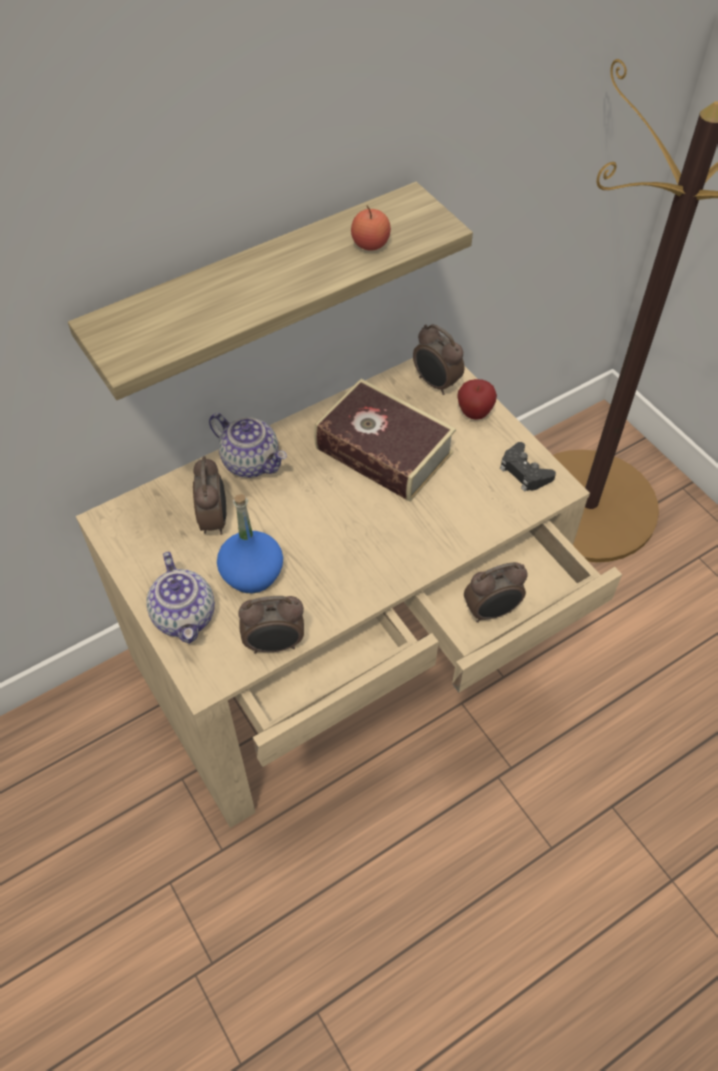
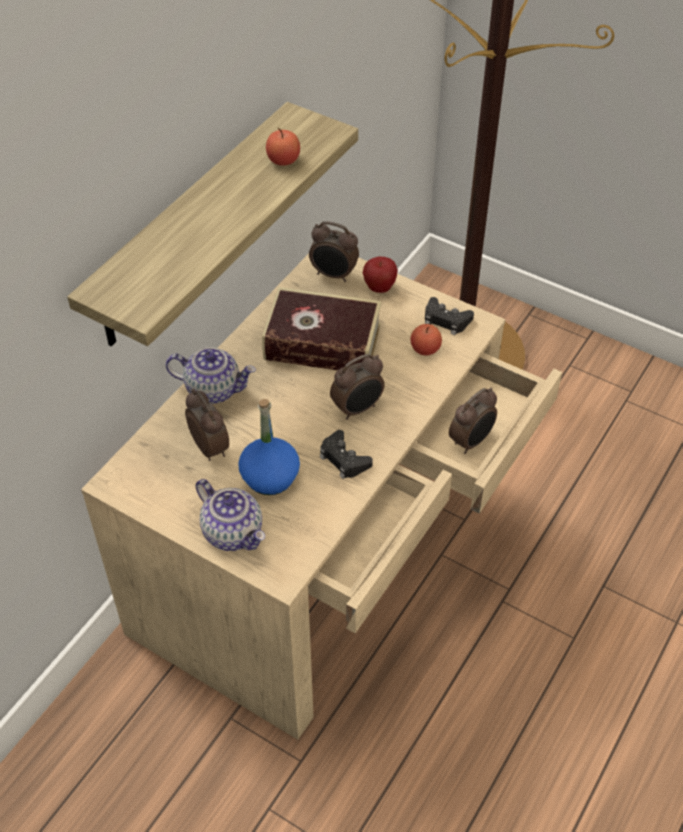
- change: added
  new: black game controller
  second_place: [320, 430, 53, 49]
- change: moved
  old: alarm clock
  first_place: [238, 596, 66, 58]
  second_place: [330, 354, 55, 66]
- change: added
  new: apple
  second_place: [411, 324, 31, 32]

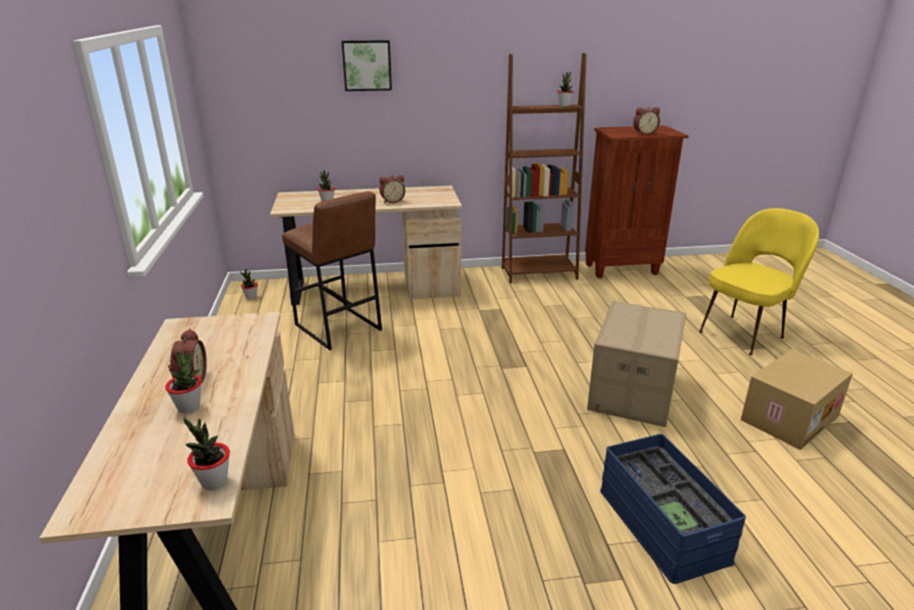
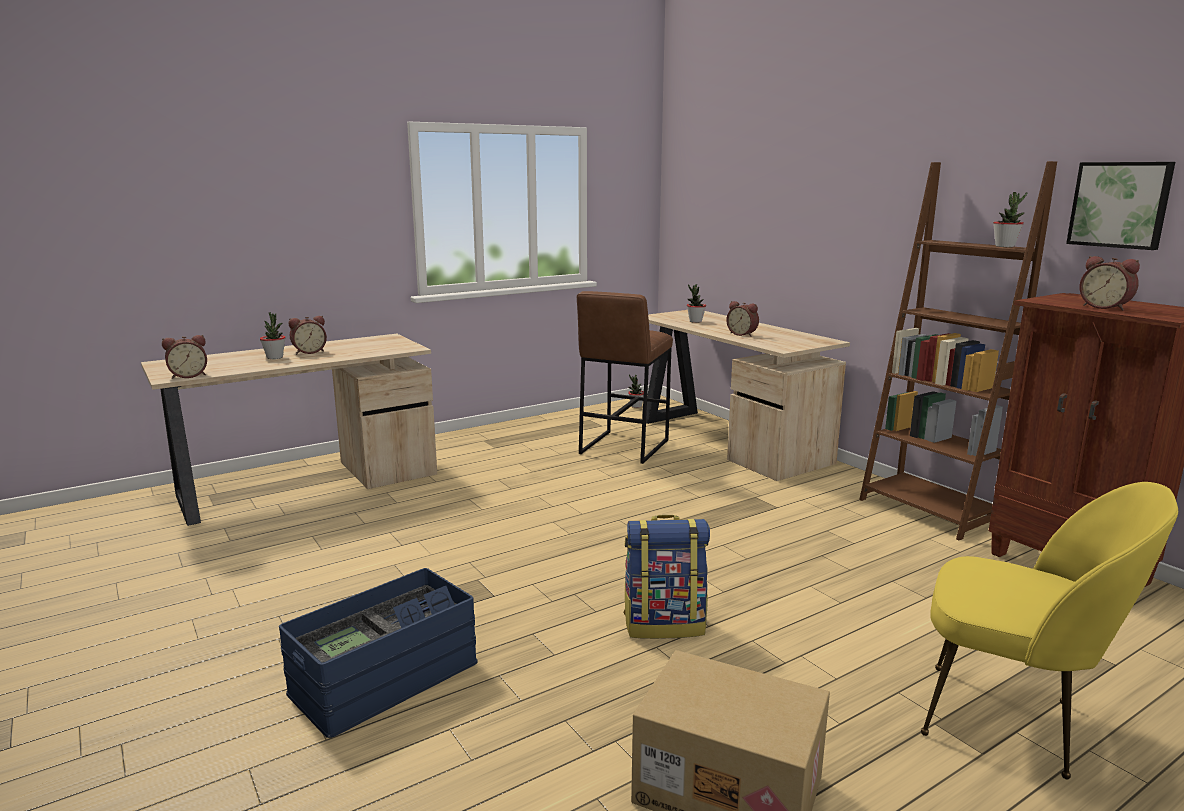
- change: replaced
  old: potted plant
  new: alarm clock
  first_place: [184, 418, 46, 72]
  second_place: [162, 335, 45, 44]
- change: replaced
  old: cardboard box
  new: backpack
  first_place: [587, 301, 99, 126]
  second_place: [624, 515, 86, 124]
- change: moved
  old: picture
  first_place: [342, 40, 50, 51]
  second_place: [1066, 162, 109, 88]

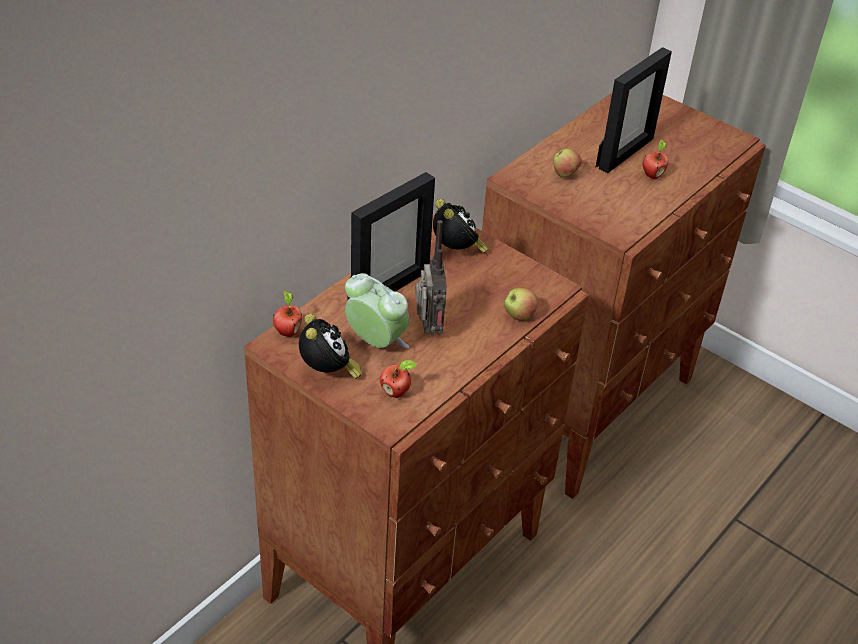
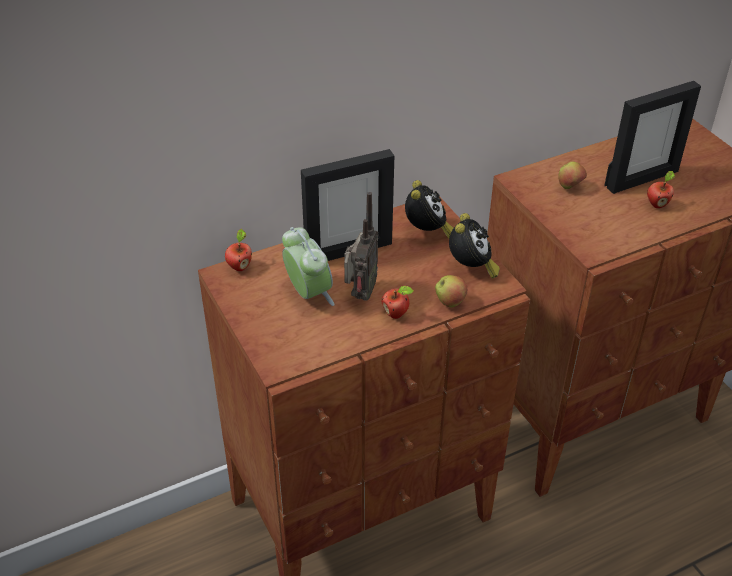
- change: moved
  old: apple
  first_place: [380, 360, 37, 38]
  second_place: [381, 286, 33, 33]
- change: moved
  old: alarm clock
  first_place: [299, 314, 63, 65]
  second_place: [449, 213, 51, 66]

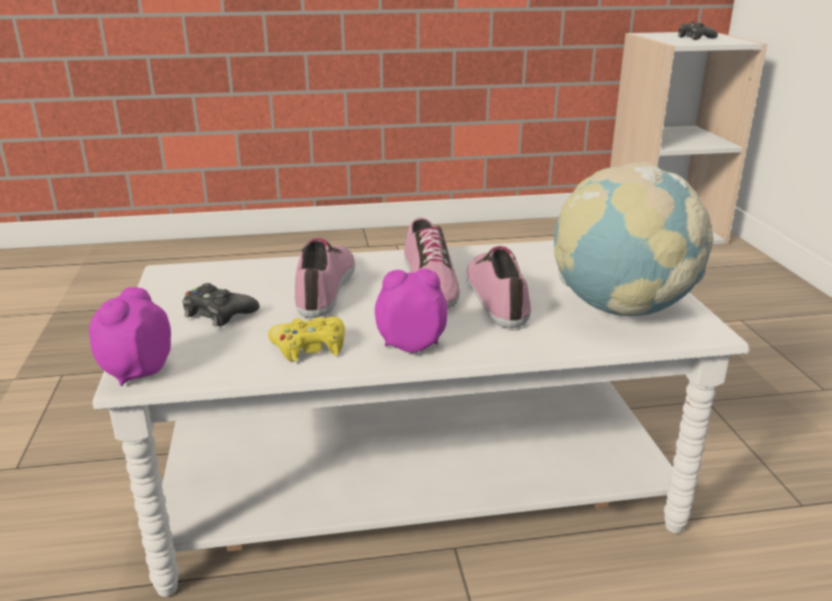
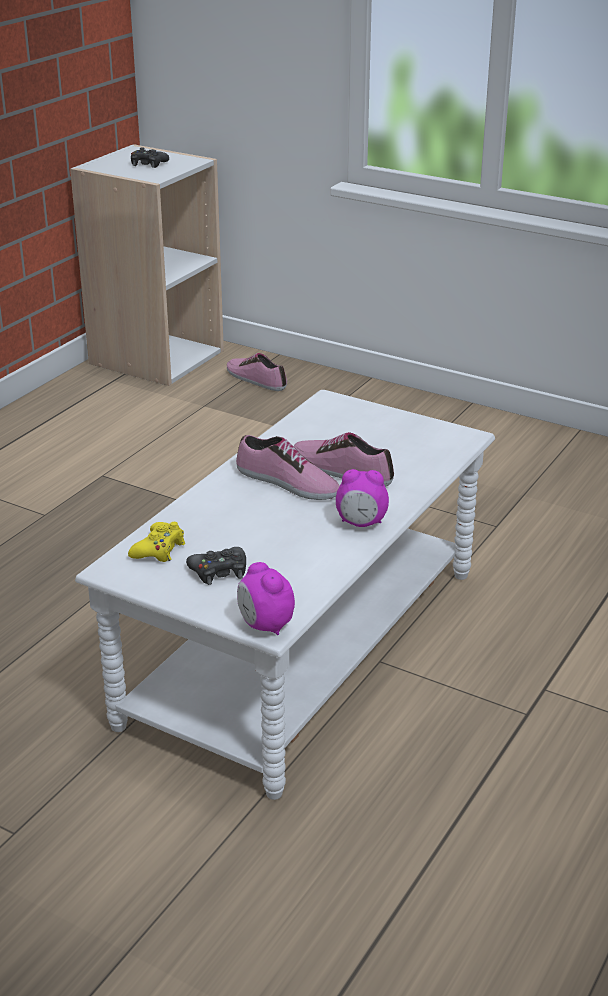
- change: moved
  old: yellow game controller
  first_place: [268, 317, 77, 45]
  second_place: [128, 522, 57, 40]
- change: moved
  old: shoe
  first_place: [295, 238, 60, 80]
  second_place: [227, 353, 60, 38]
- change: turned
  old: alarm clock
  first_place: [375, 269, 73, 83]
  second_place: [336, 469, 53, 58]
  degrees: -120
- change: removed
  old: globe
  first_place: [554, 162, 160, 154]

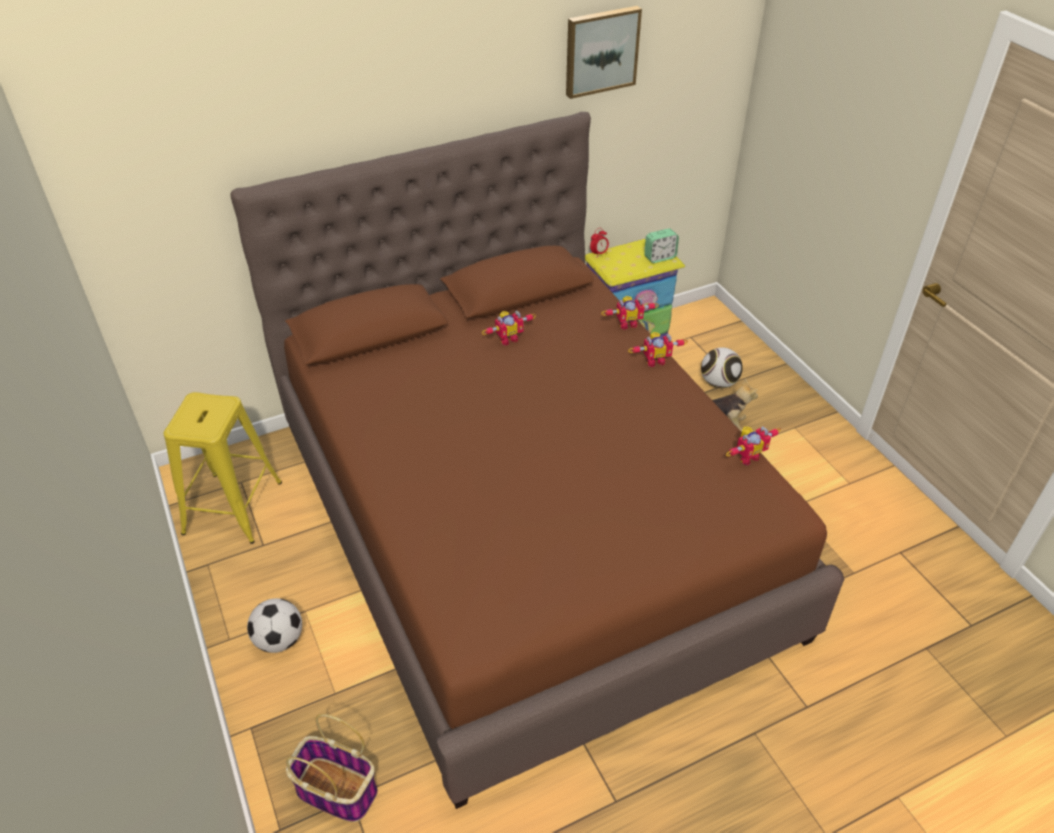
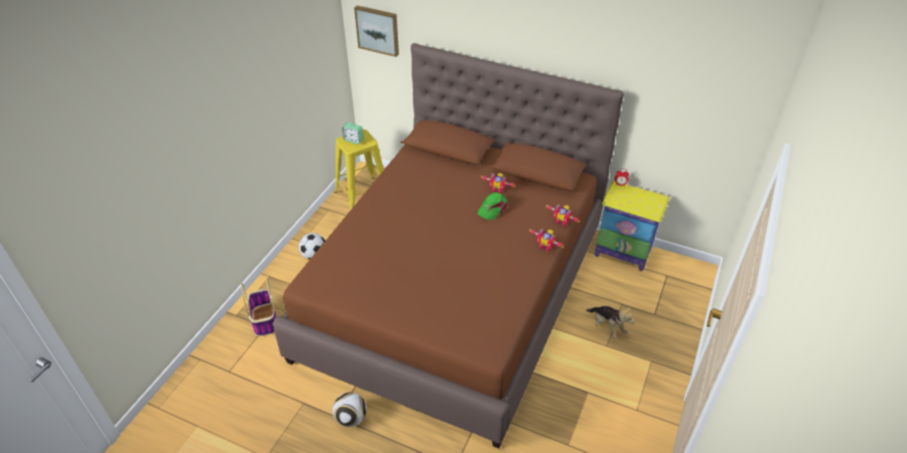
- change: moved
  old: football
  first_place: [701, 347, 42, 41]
  second_place: [333, 392, 34, 35]
- change: moved
  old: alarm clock
  first_place: [644, 228, 35, 35]
  second_place: [342, 122, 22, 23]
- change: moved
  old: picture
  first_place: [566, 6, 76, 93]
  second_place: [354, 6, 45, 51]
- change: added
  new: green cap
  second_place: [478, 192, 29, 28]
- change: removed
  old: toy robot
  first_place: [726, 427, 55, 38]

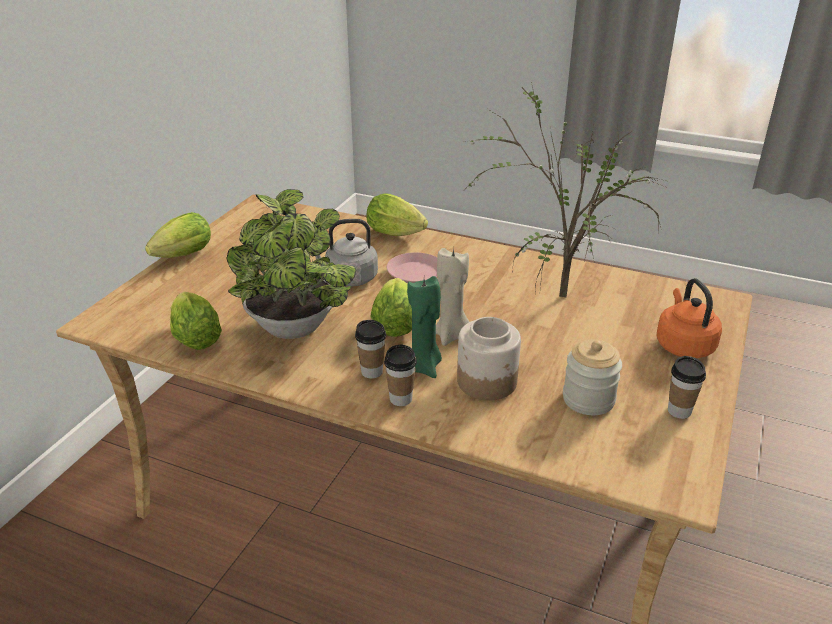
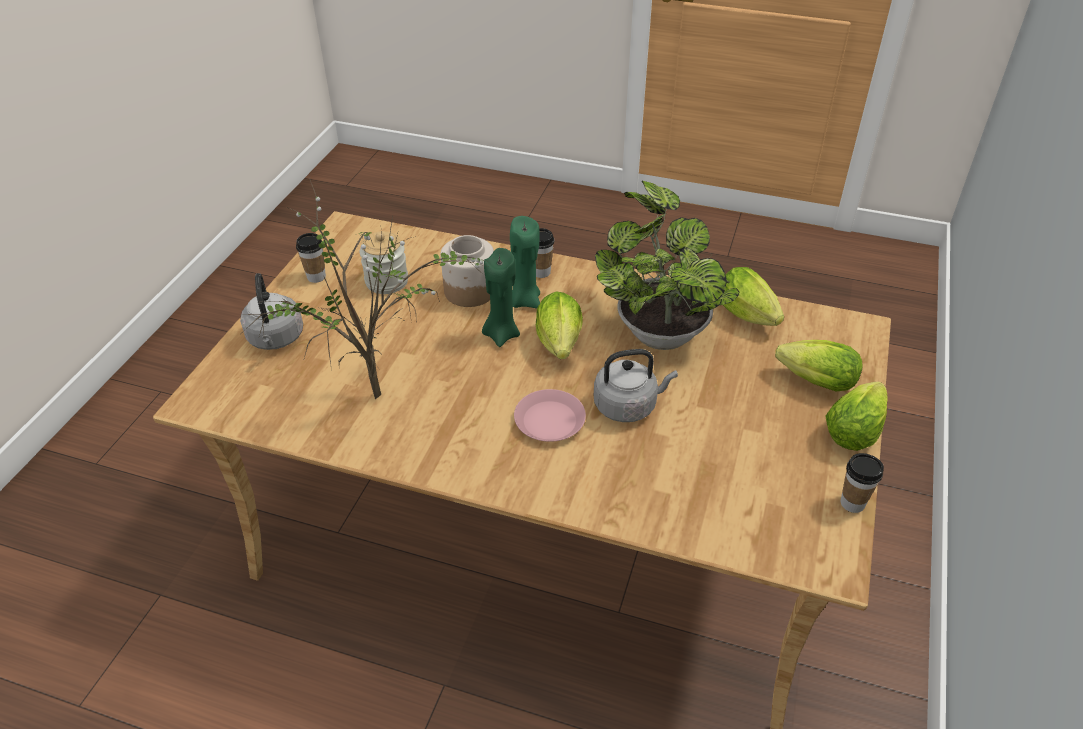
- change: recoloured
  old: orange kettle
  new: grey kettle
  first_place: [656, 278, 66, 80]
  second_place: [240, 273, 63, 77]
- change: recoloured
  old: beige candle
  new: green candle
  first_place: [436, 247, 33, 99]
  second_place: [482, 248, 38, 99]
- change: moved
  old: lettuce
  first_place: [367, 193, 61, 43]
  second_place: [775, 340, 88, 51]
- change: moved
  old: cup
  first_place: [355, 320, 31, 59]
  second_place: [841, 453, 43, 60]

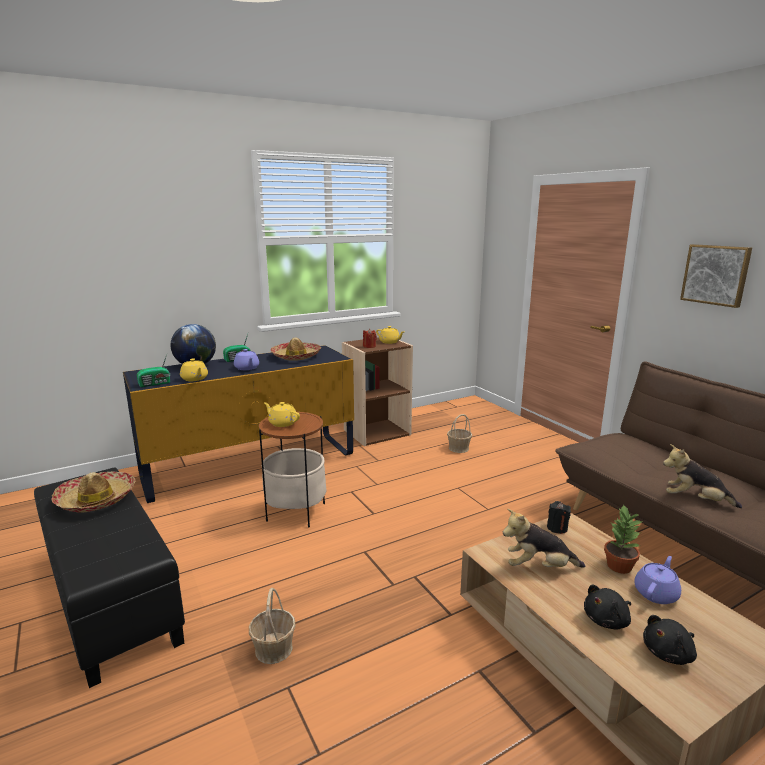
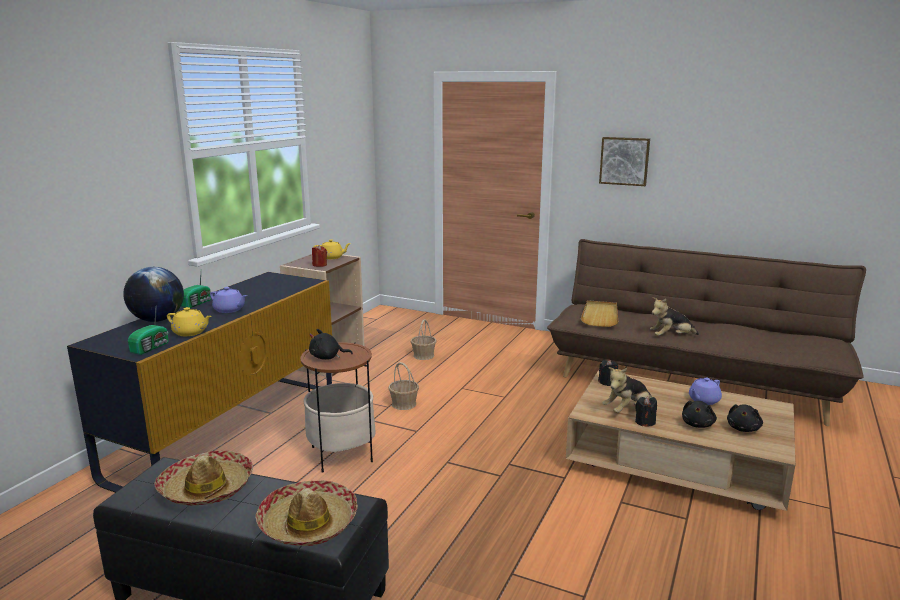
- change: moved
  old: hat
  first_place: [271, 337, 50, 24]
  second_place: [255, 480, 103, 66]
- change: replaced
  old: yellow teapot
  new: black plush toy
  first_place: [264, 402, 36, 25]
  second_place: [309, 329, 44, 31]
- change: moved
  old: basket
  first_place: [249, 588, 47, 76]
  second_place: [389, 362, 30, 48]
- change: added
  new: beige tray
  second_place: [581, 300, 37, 27]
- change: added
  new: black candle
  second_place: [635, 396, 22, 30]
- change: turned
  old: purple teapot
  first_place: [634, 556, 47, 48]
  second_place: [689, 378, 33, 27]
  degrees: -135
- change: removed
  old: potted plant
  first_place: [604, 504, 39, 70]

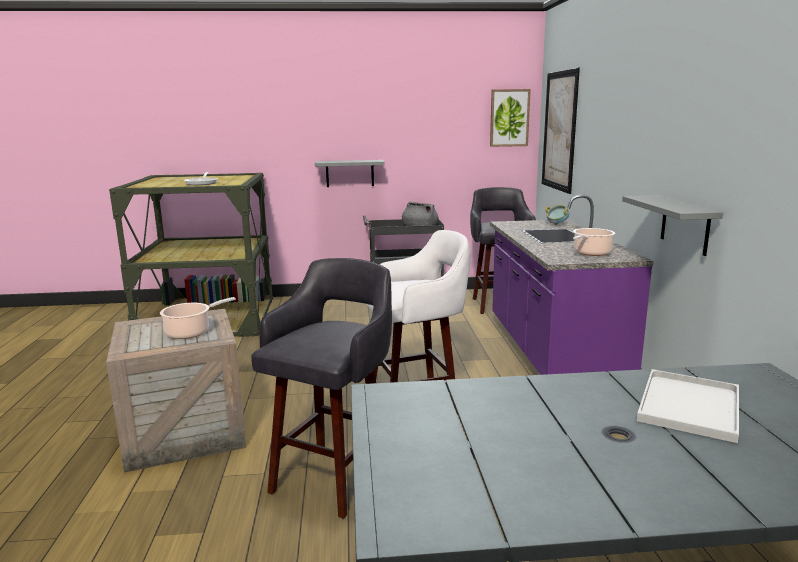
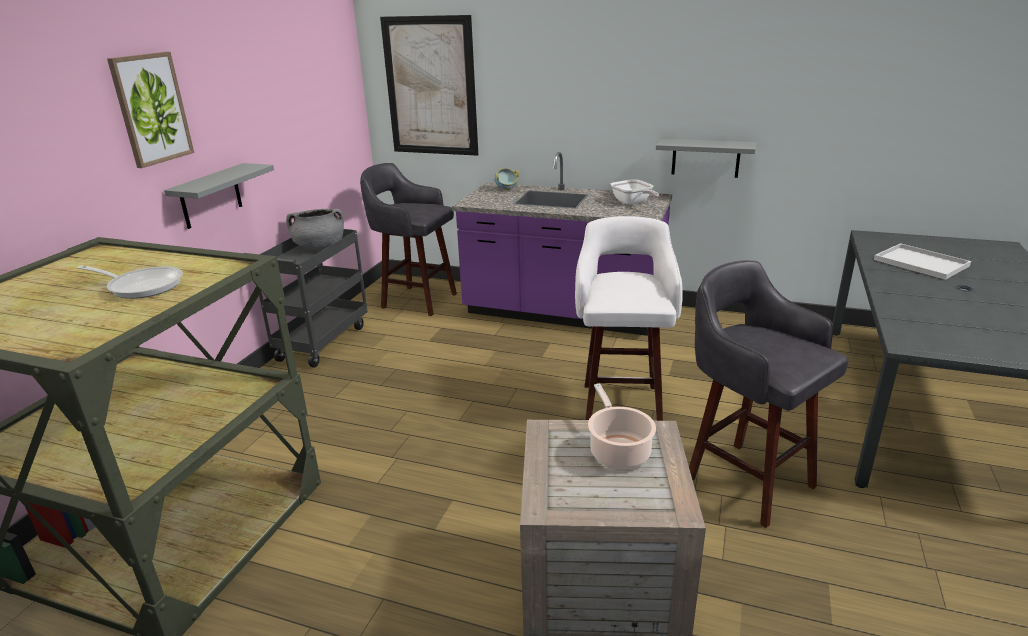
- change: moved
  old: picture
  first_place: [490, 89, 41, 58]
  second_place: [107, 52, 87, 116]
- change: replaced
  old: cooking pot
  new: frying pan
  first_place: [573, 228, 42, 28]
  second_place: [611, 179, 48, 26]

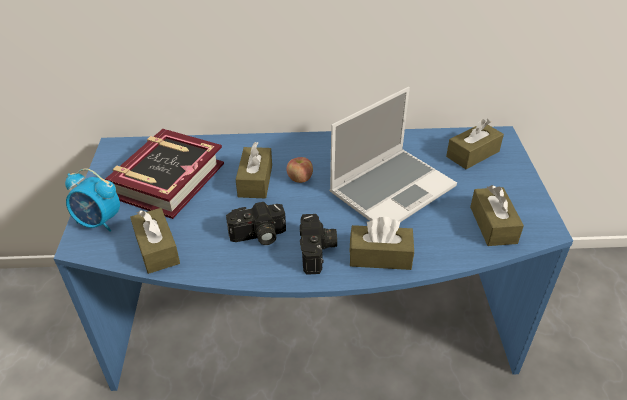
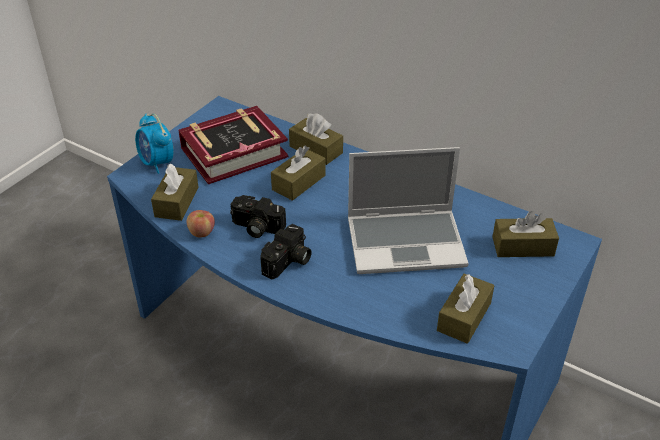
- change: moved
  old: apple
  first_place: [287, 157, 26, 26]
  second_place: [187, 210, 28, 27]
- change: moved
  old: brown tissue box
  first_place: [349, 217, 65, 53]
  second_place: [289, 113, 54, 52]

